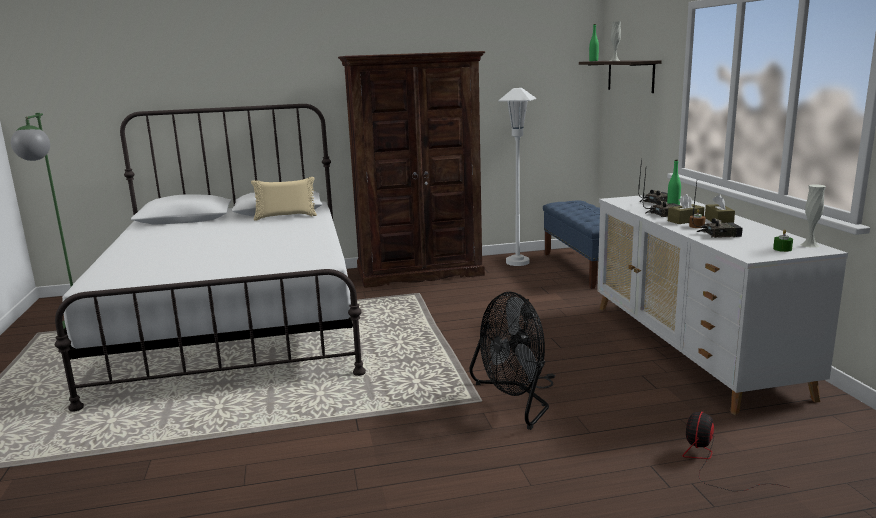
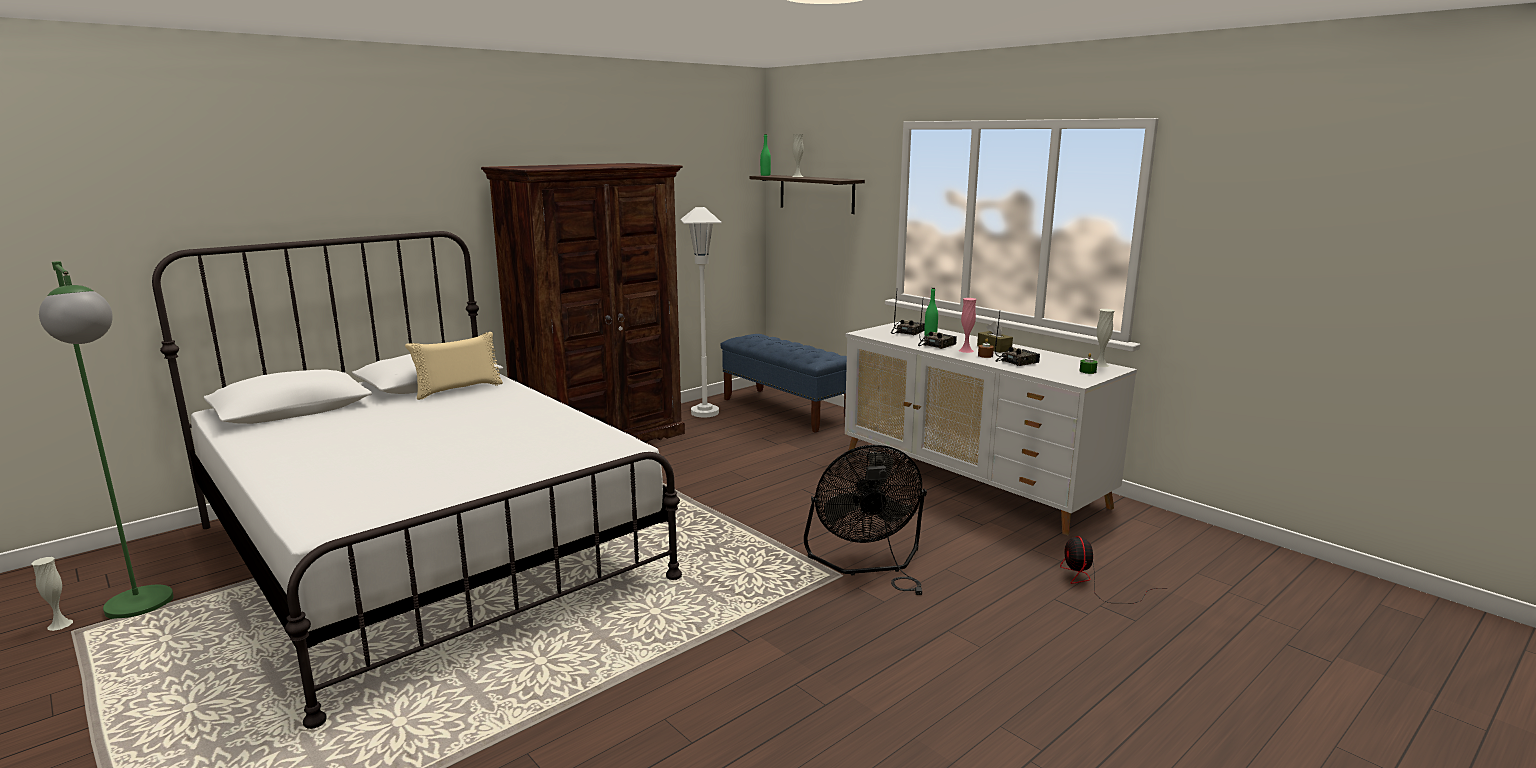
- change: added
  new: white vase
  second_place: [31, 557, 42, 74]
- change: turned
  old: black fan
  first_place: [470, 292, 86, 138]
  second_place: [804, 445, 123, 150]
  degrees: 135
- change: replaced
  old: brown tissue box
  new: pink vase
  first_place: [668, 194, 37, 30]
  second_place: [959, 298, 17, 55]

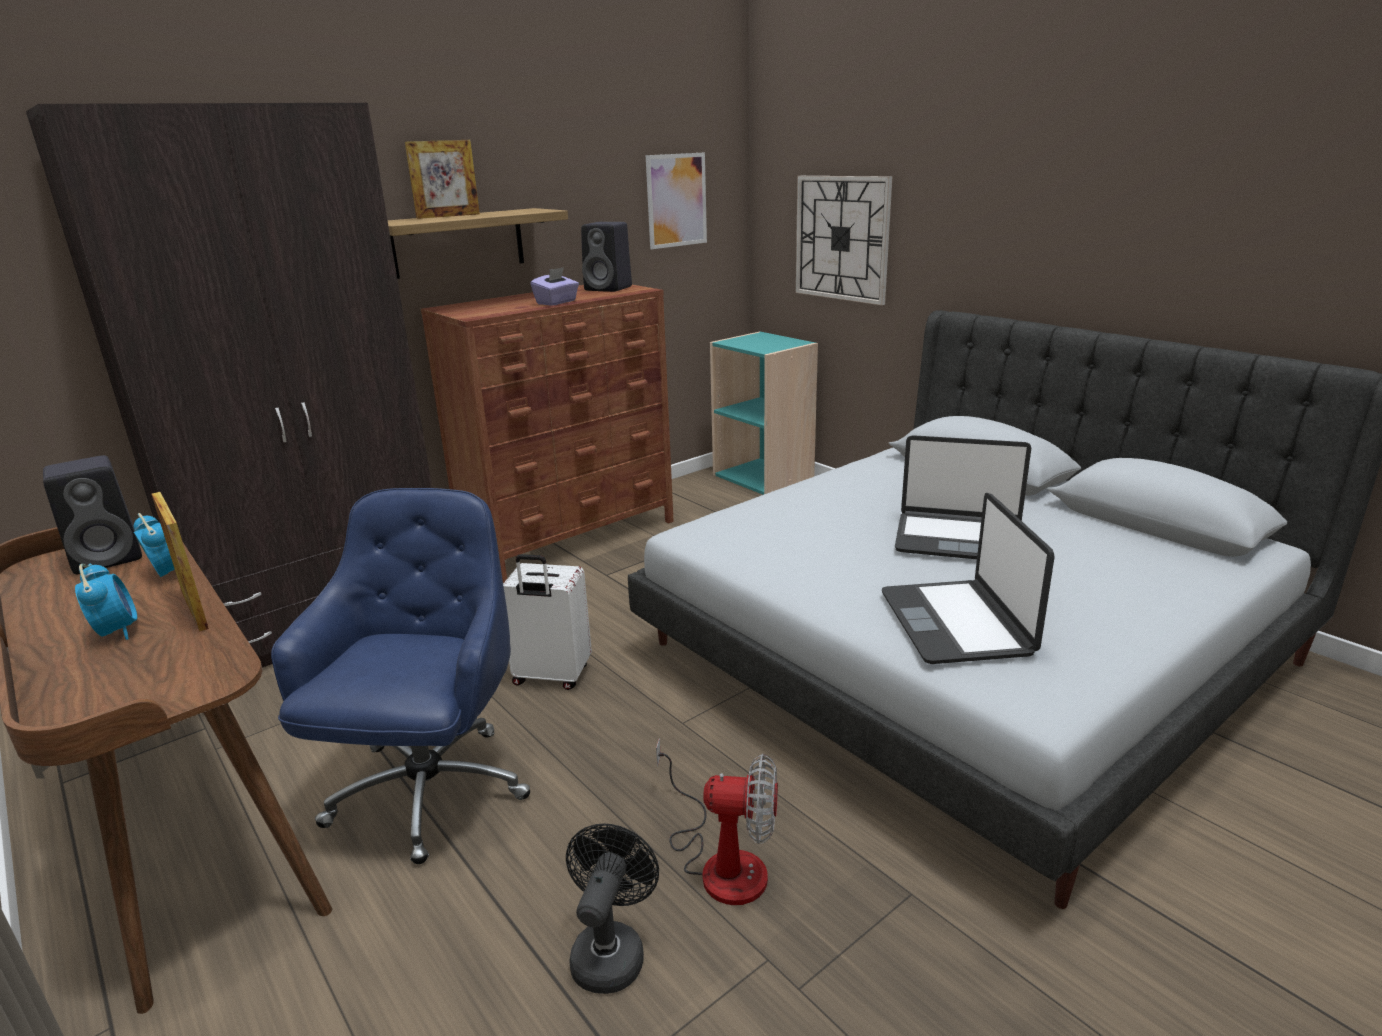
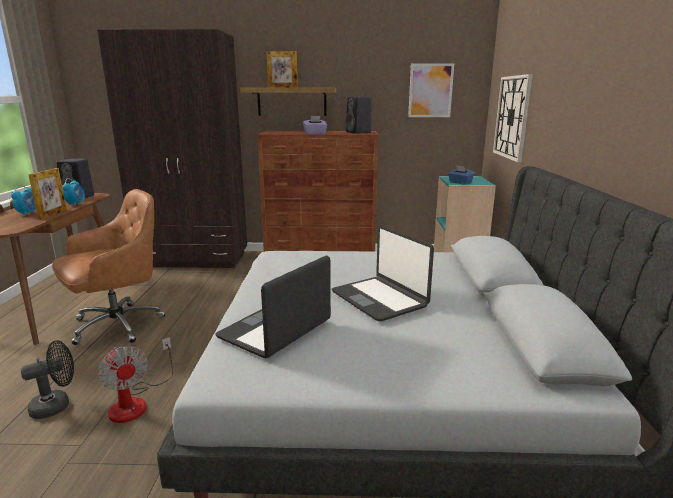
- change: recoloured
  old: blue office chair
  new: brown office chair
  first_place: [271, 488, 259, 376]
  second_place: [52, 189, 113, 156]
- change: added
  new: blue tissue box
  second_place: [448, 165, 27, 20]
- change: removed
  old: white suitcase
  first_place: [503, 554, 89, 136]

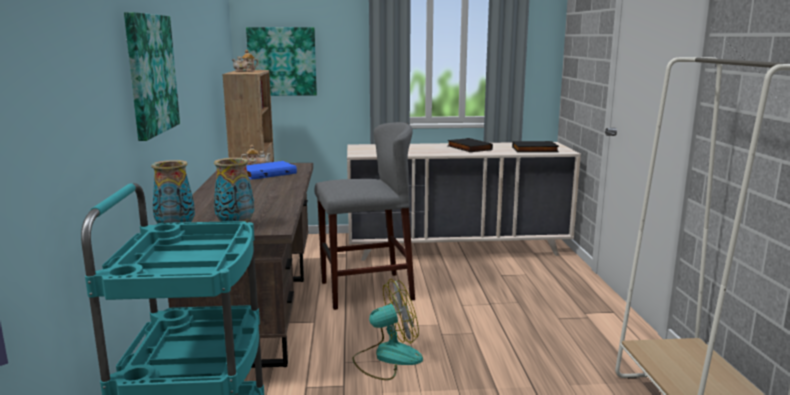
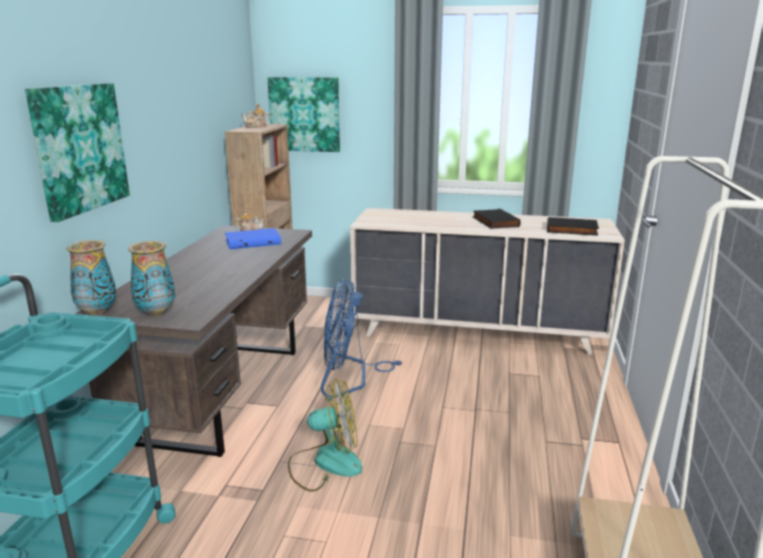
- change: replaced
  old: grey stool
  new: blue fan
  first_place: [315, 122, 100, 188]
  second_place: [321, 278, 81, 123]

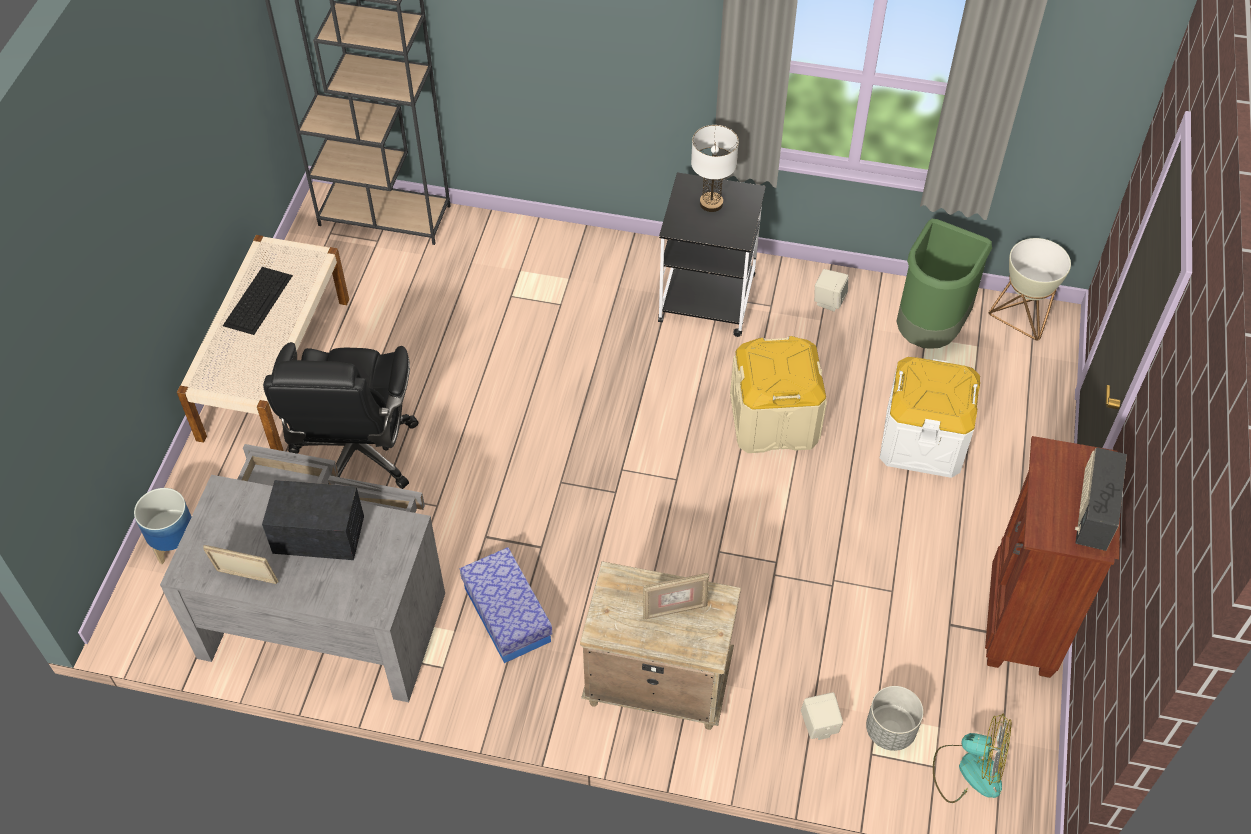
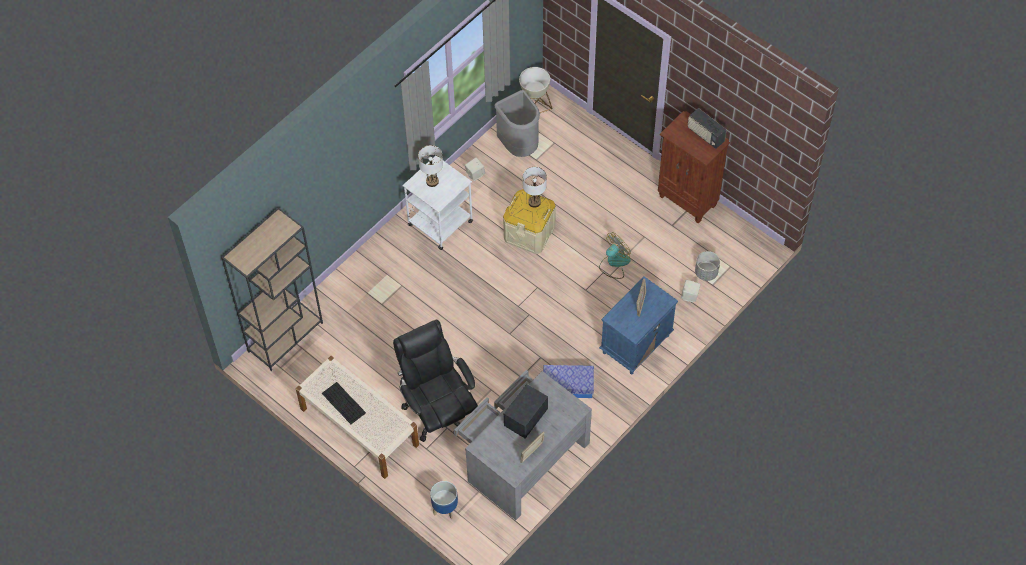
- change: turned
  old: black office chair
  first_place: [263, 342, 155, 147]
  second_place: [393, 319, 85, 123]
  degrees: -150
- change: recoloured
  old: black cart
  new: white cart
  first_place: [658, 172, 108, 165]
  second_place: [403, 156, 70, 94]
- change: recoloured
  old: green trash can
  new: grey trash can
  first_place: [896, 219, 96, 130]
  second_place: [495, 90, 45, 67]
- change: added
  new: table lamp
  second_place: [523, 167, 24, 41]
- change: moved
  old: fan
  first_place: [933, 714, 78, 89]
  second_place: [599, 232, 32, 47]
- change: recoloured
  old: beige nightstand
  new: blue nightstand
  first_place: [580, 561, 161, 169]
  second_place: [599, 276, 79, 98]
- change: removed
  old: white storage box
  first_place: [880, 357, 100, 121]

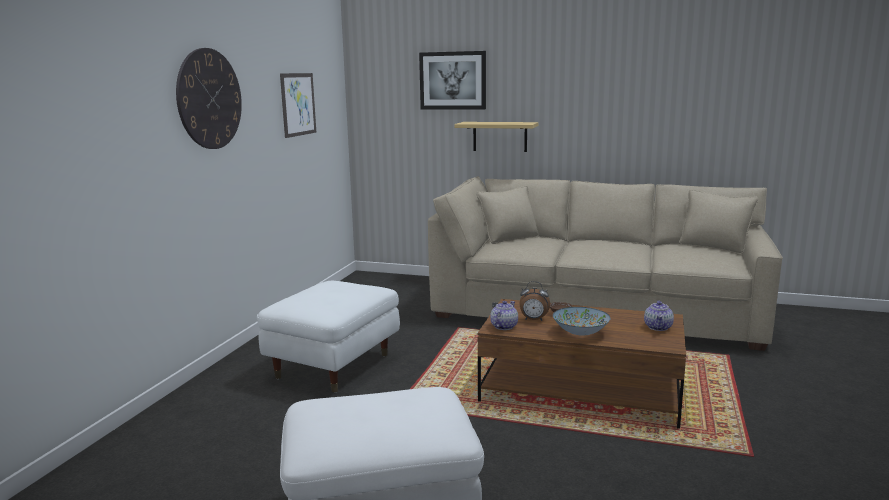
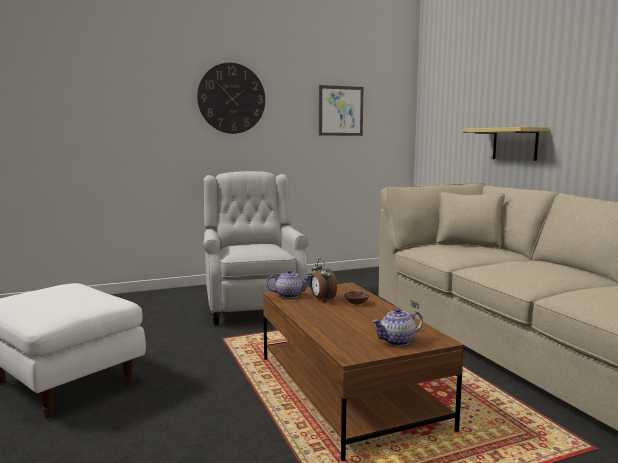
- change: replaced
  old: white ottoman
  new: white armchair
  first_place: [257, 281, 143, 112]
  second_place: [204, 171, 105, 155]
- change: removed
  old: picture
  first_place: [419, 51, 67, 58]
- change: removed
  old: bowl
  first_place: [553, 307, 57, 29]

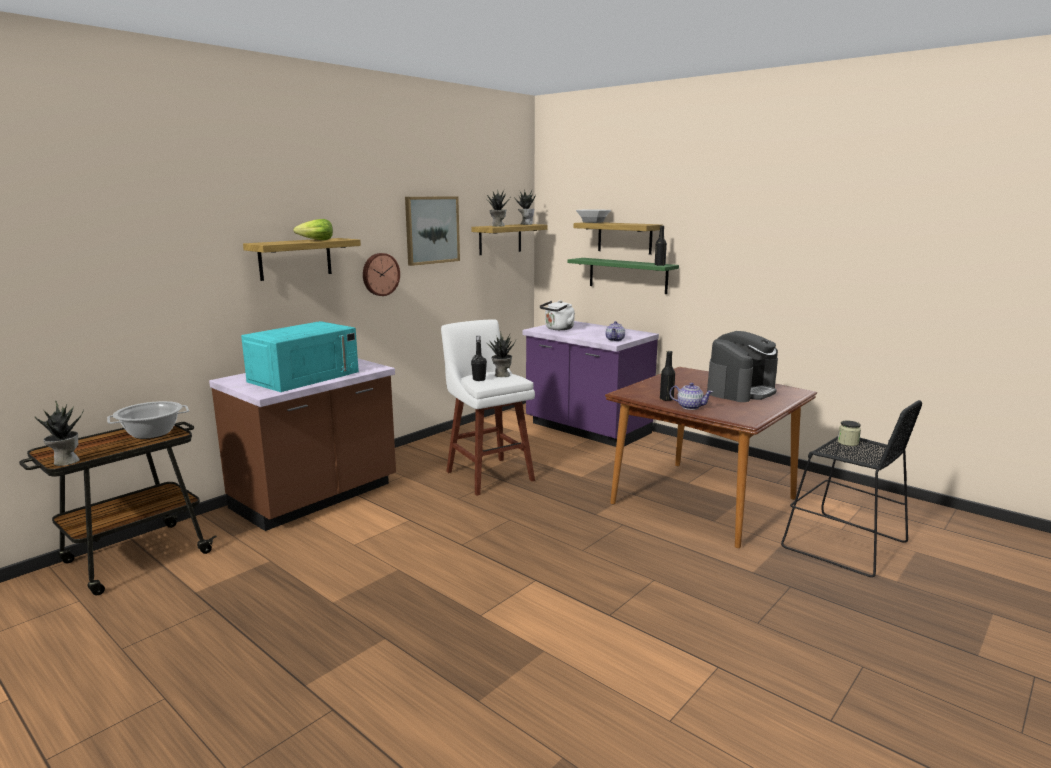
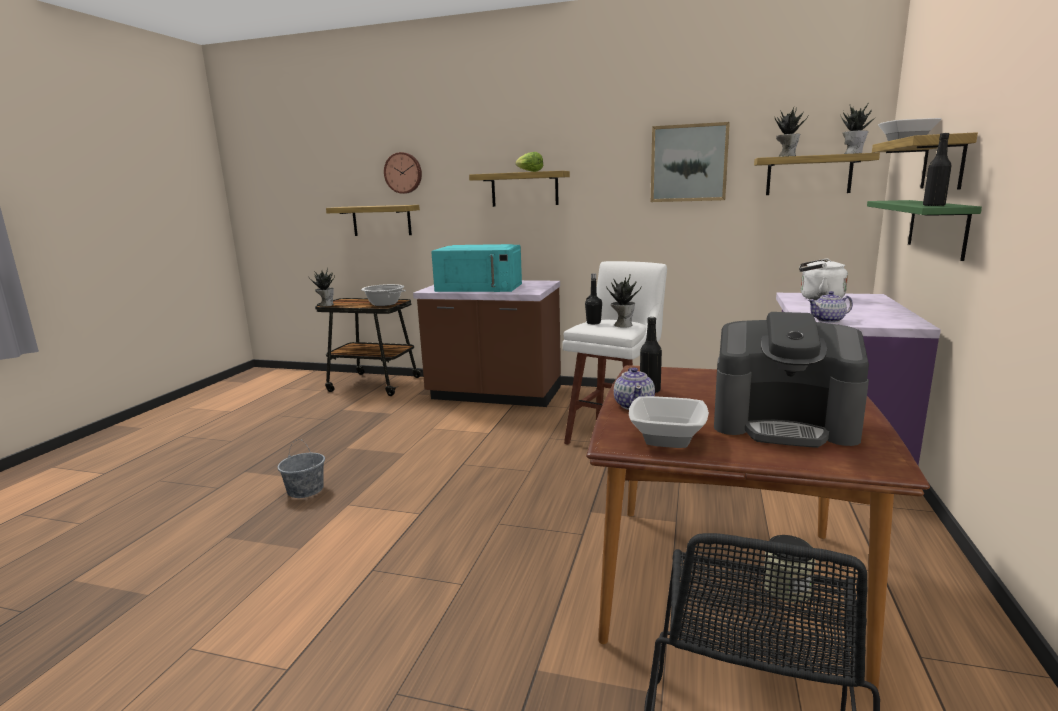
- change: added
  new: grey bucket
  second_place: [277, 439, 48, 59]
- change: added
  new: shelf
  second_place: [326, 205, 94, 31]
- change: moved
  old: wall clock
  first_place: [363, 253, 37, 43]
  second_place: [384, 152, 38, 42]
- change: added
  new: bowl
  second_place: [629, 396, 80, 52]

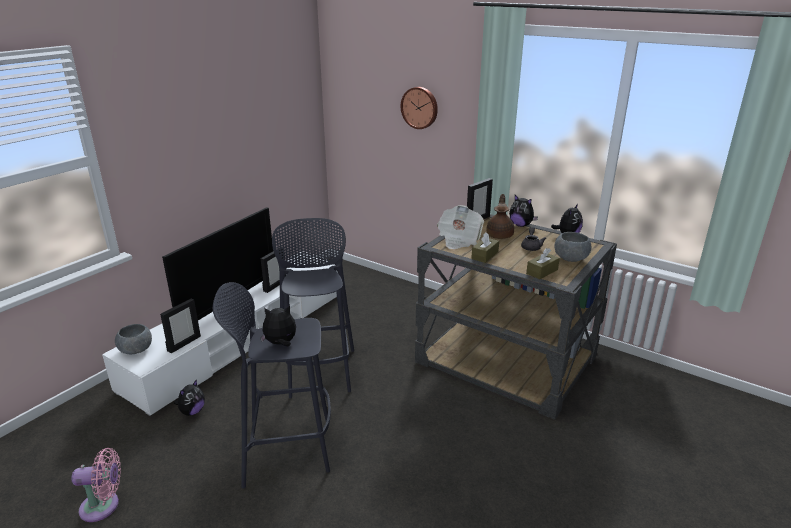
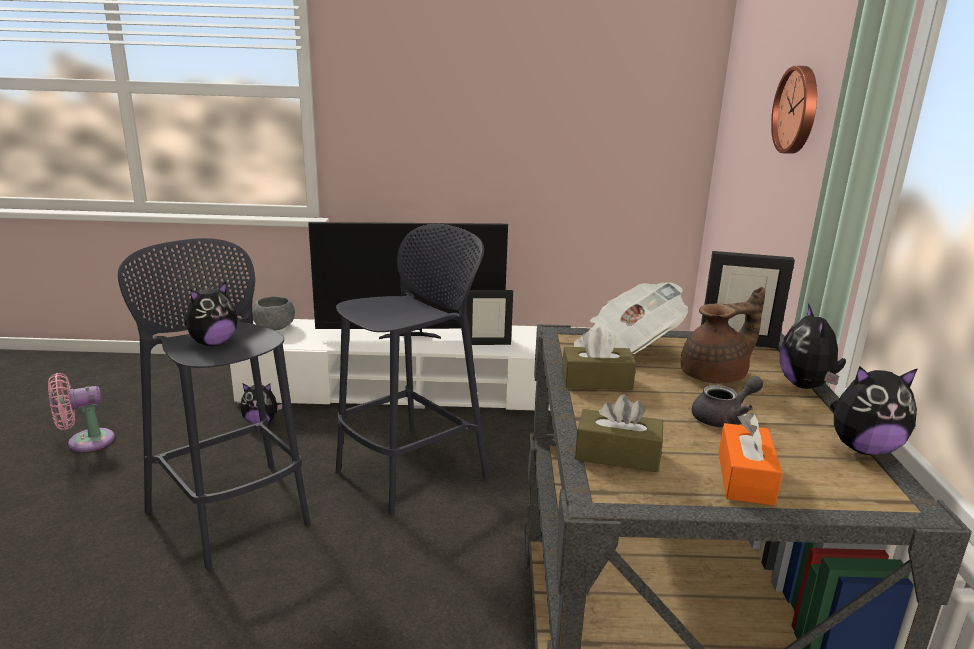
- change: turned
  old: pink fan
  first_place: [72, 448, 49, 74]
  second_place: [48, 373, 67, 79]
  degrees: 105
- change: turned
  old: plush toy
  first_place: [260, 305, 36, 42]
  second_place: [184, 282, 54, 64]
  degrees: 90
- change: replaced
  old: grey bowl
  new: orange tissue box
  first_place: [554, 232, 37, 30]
  second_place: [719, 413, 63, 93]
- change: removed
  old: picture frame
  first_place: [160, 298, 41, 55]

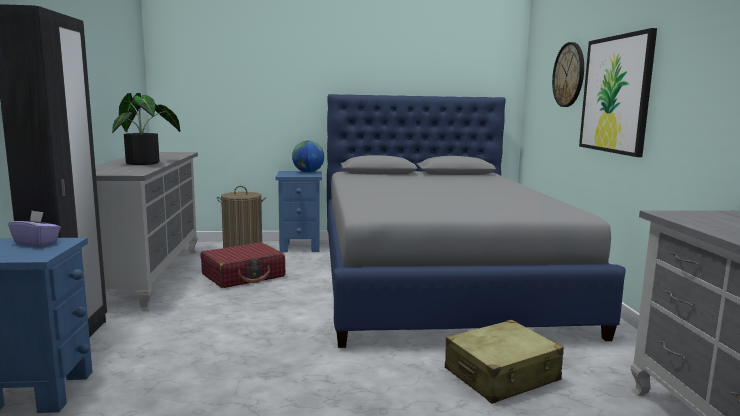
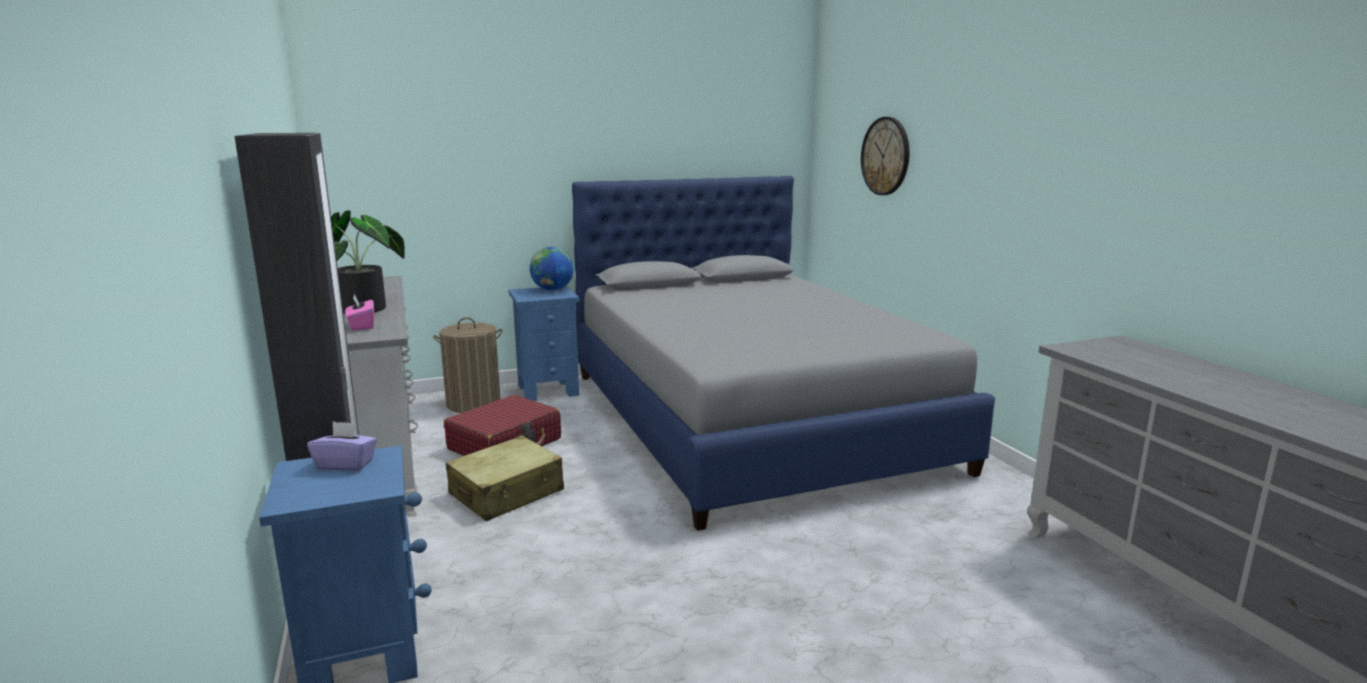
- change: added
  new: pink tissue box
  second_place: [345, 294, 29, 36]
- change: moved
  old: beige suitcase
  first_place: [445, 320, 119, 84]
  second_place: [446, 436, 118, 85]
- change: removed
  old: picture
  first_place: [579, 28, 78, 129]

